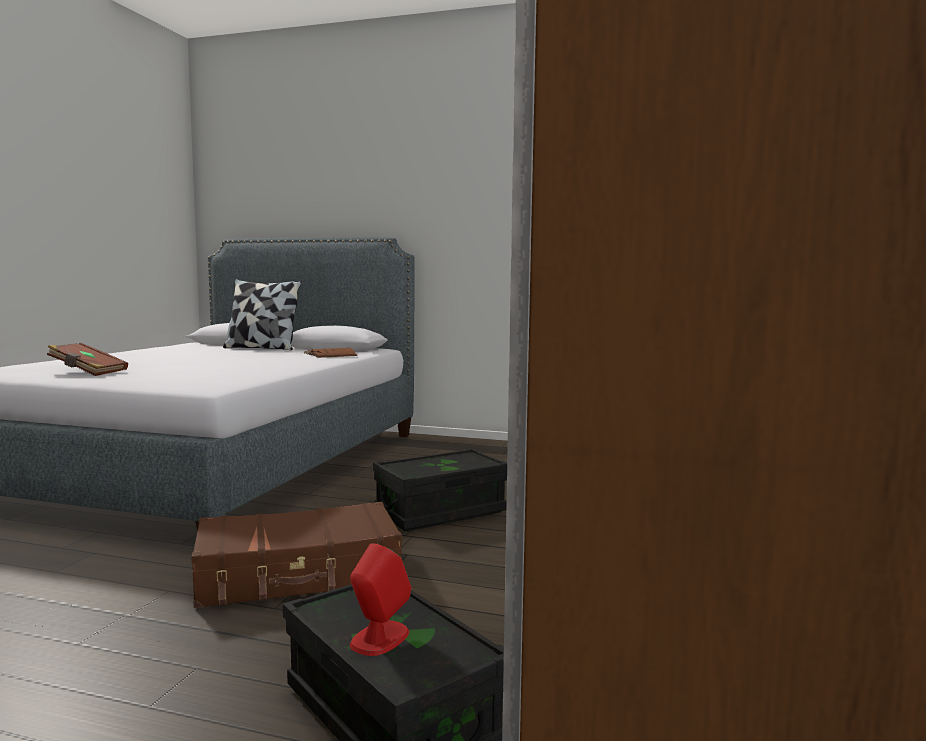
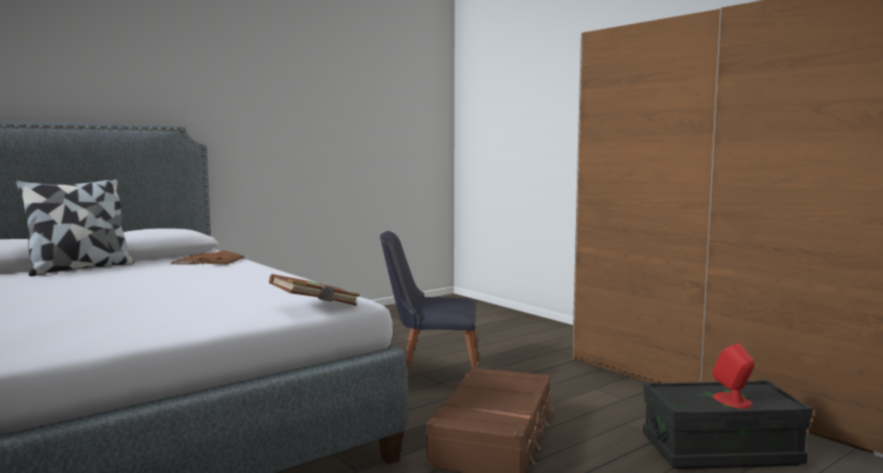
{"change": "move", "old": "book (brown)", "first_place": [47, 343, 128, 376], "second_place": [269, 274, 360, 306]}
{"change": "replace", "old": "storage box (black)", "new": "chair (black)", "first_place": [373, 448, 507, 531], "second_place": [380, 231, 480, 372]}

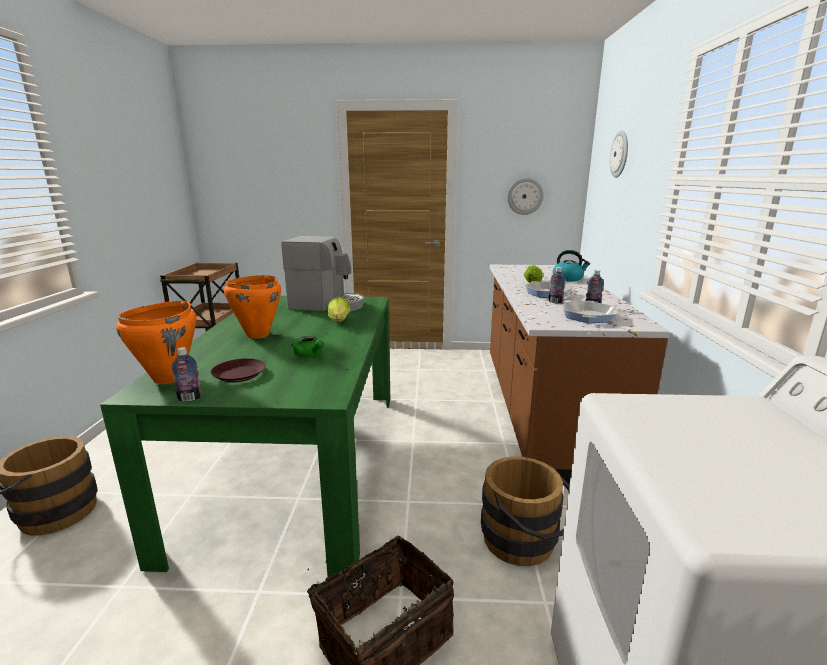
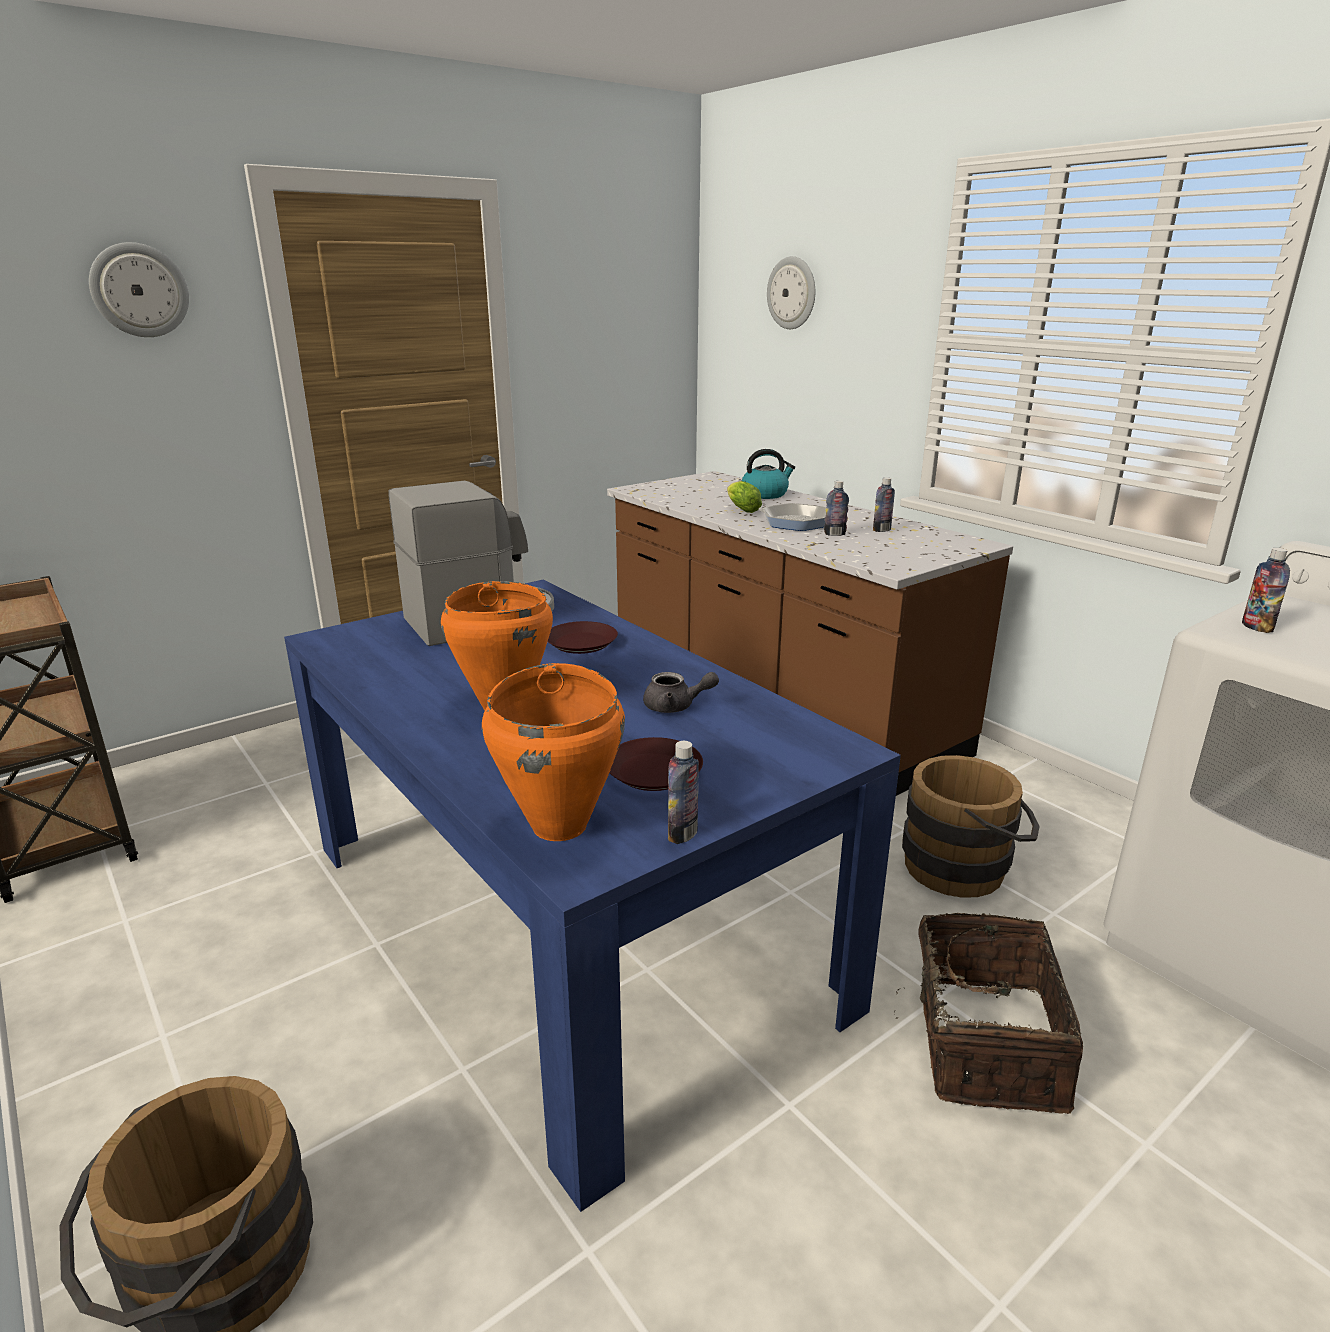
{"change": "recolor", "old": "dining table (green)", "new": "dining table (blue)", "first_place": [100, 296, 390, 577], "second_place": [284, 580, 901, 1212]}
{"change": "recolor", "old": "teapot (green)", "new": "teapot (grey)", "first_place": [291, 336, 324, 357], "second_place": [643, 672, 719, 713]}
{"change": "replace", "old": "lettuce", "new": "plate (brown)", "first_place": [328, 296, 351, 322], "second_place": [547, 621, 618, 654]}
{"change": "move", "old": "wall clock", "first_place": [508, 178, 544, 215], "second_place": [89, 242, 189, 337]}
{"change": "delete", "old": "frying pan", "first_place": [563, 301, 617, 323]}
{"change": "insert", "new": "bottle", "second_place": [1242, 548, 1290, 633]}

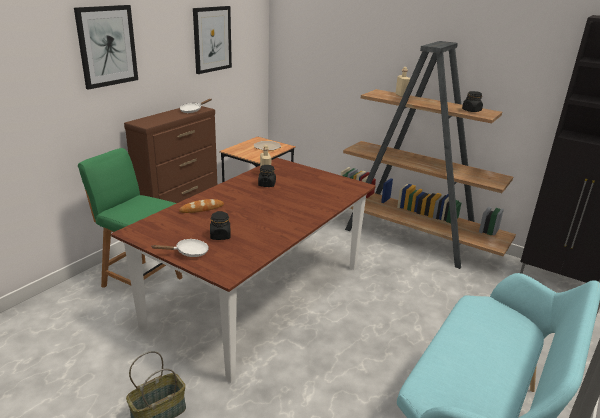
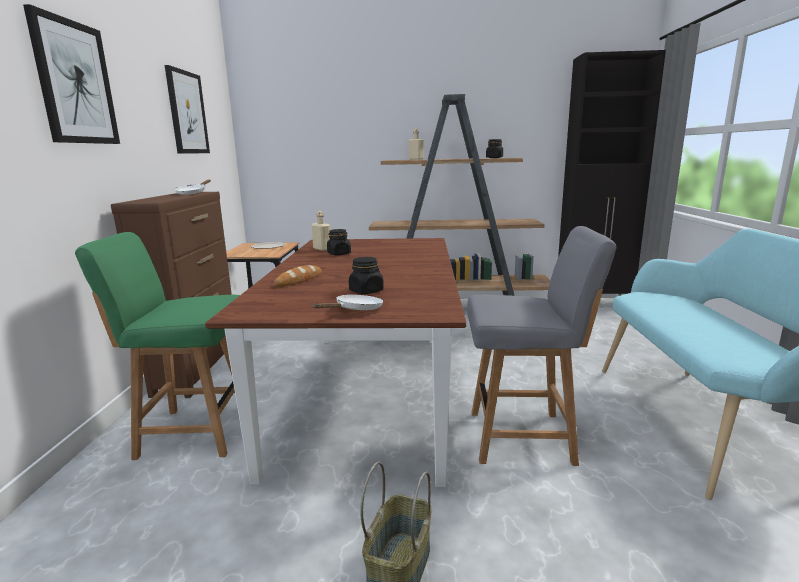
{"change": "insert", "new": "chair (grey)", "second_place": [467, 226, 616, 466]}

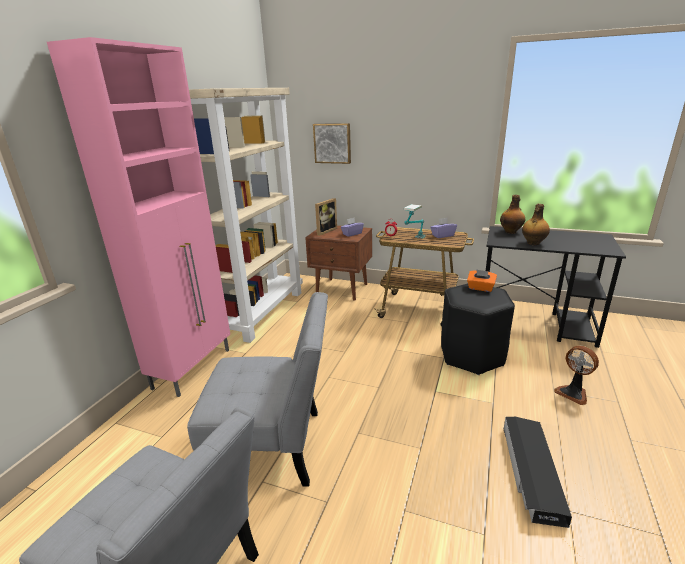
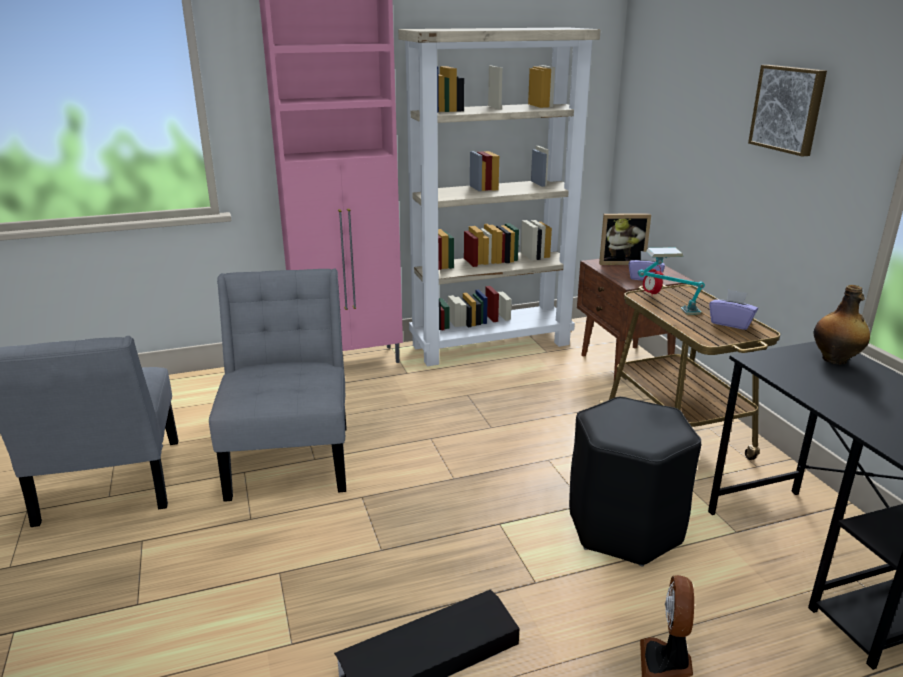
{"change": "rotate", "old": "chair (grey)", "first_place": [187, 292, 328, 486], "second_place": [209, 268, 347, 502], "degrees": -150}
{"change": "move", "old": "picture", "first_place": [313, 123, 351, 164], "second_place": [748, 65, 827, 157]}
{"change": "delete", "old": "tissue box (orange)", "first_place": [467, 269, 497, 292]}
{"change": "delete", "old": "bottle", "first_place": [522, 204, 550, 245]}

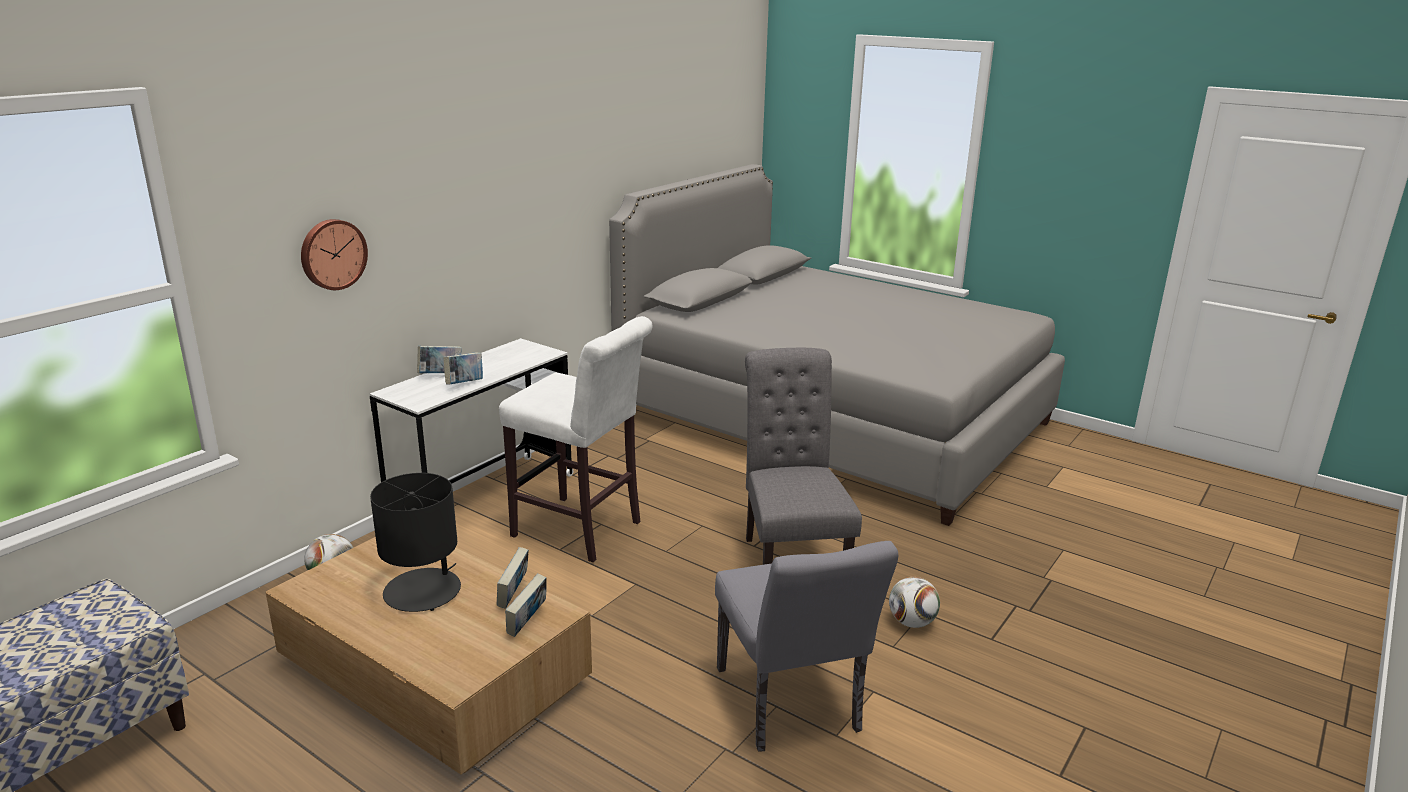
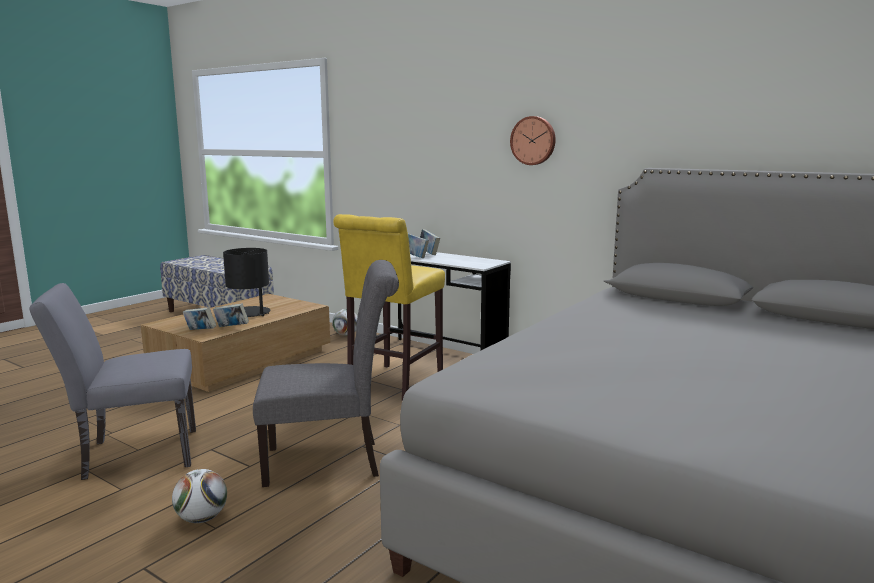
{"change": "move", "old": "wall clock", "first_place": [301, 219, 368, 290], "second_place": [510, 116, 556, 165]}
{"change": "recolor", "old": "stool (white)", "new": "stool (yellow)", "first_place": [499, 316, 653, 562], "second_place": [333, 214, 445, 401]}

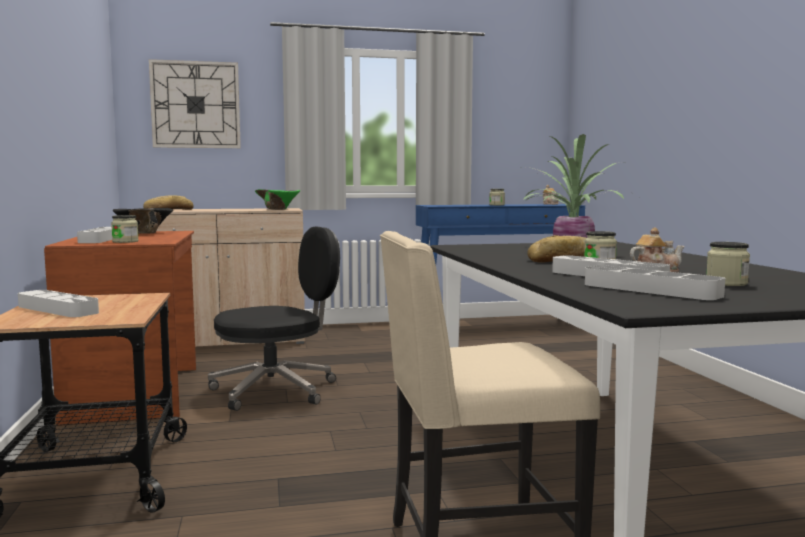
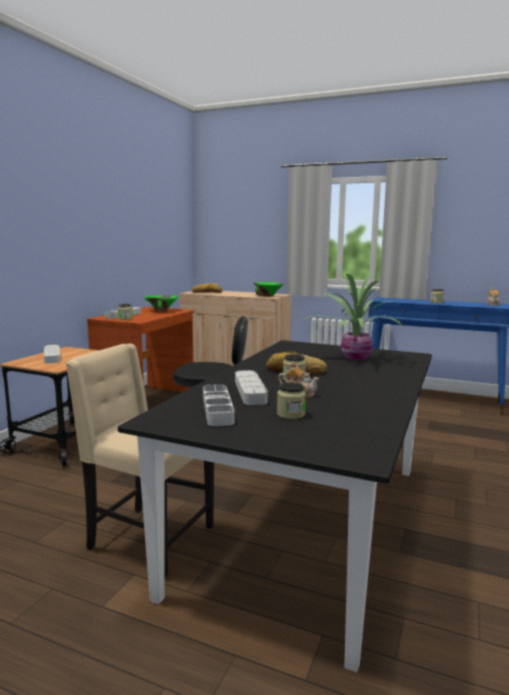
{"change": "recolor", "old": "bowl (black)", "new": "bowl (green)", "first_place": [113, 208, 173, 234], "second_place": [144, 295, 178, 311]}
{"change": "delete", "old": "wall clock", "first_place": [149, 59, 241, 148]}

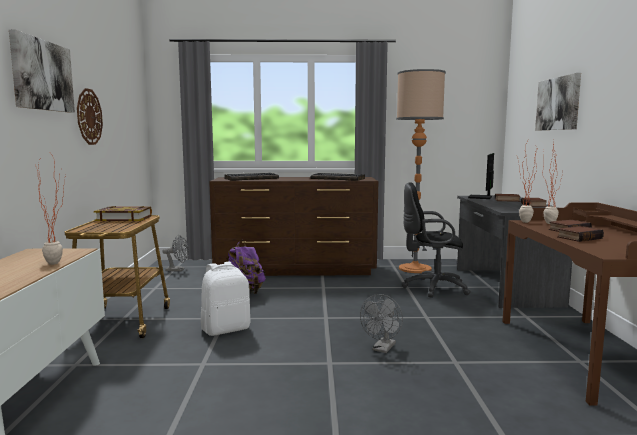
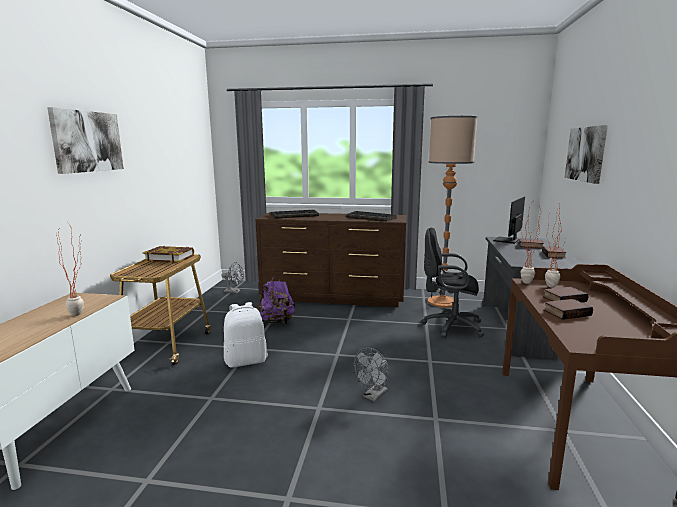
{"change": "delete", "old": "wall clock", "first_place": [77, 88, 103, 145]}

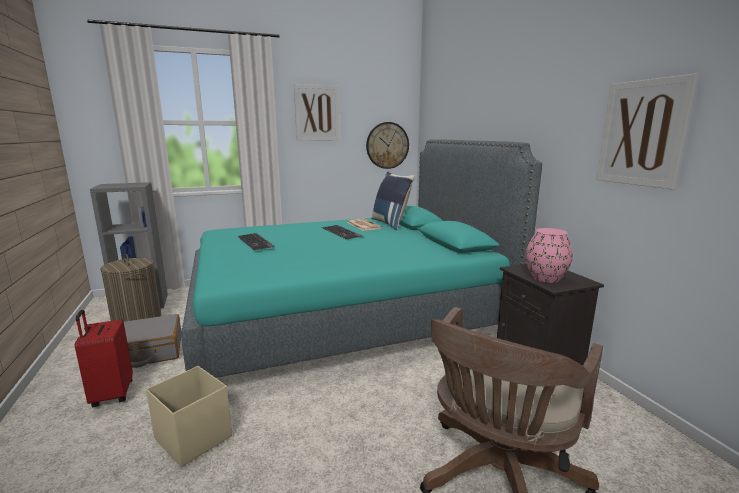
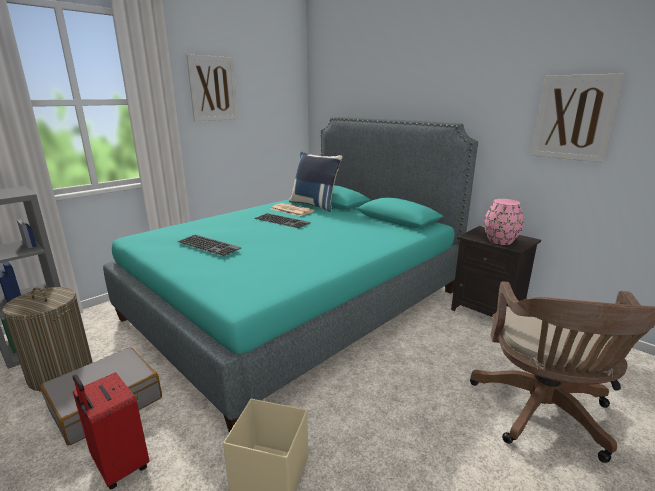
{"change": "delete", "old": "wall clock", "first_place": [366, 122, 409, 169]}

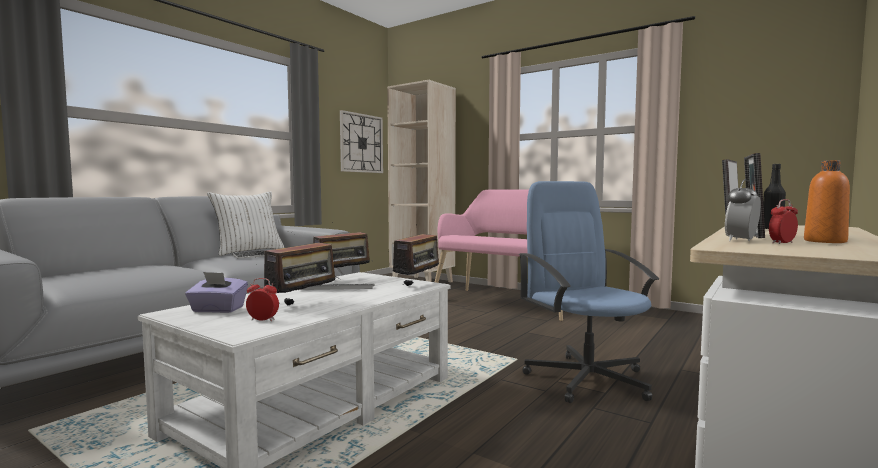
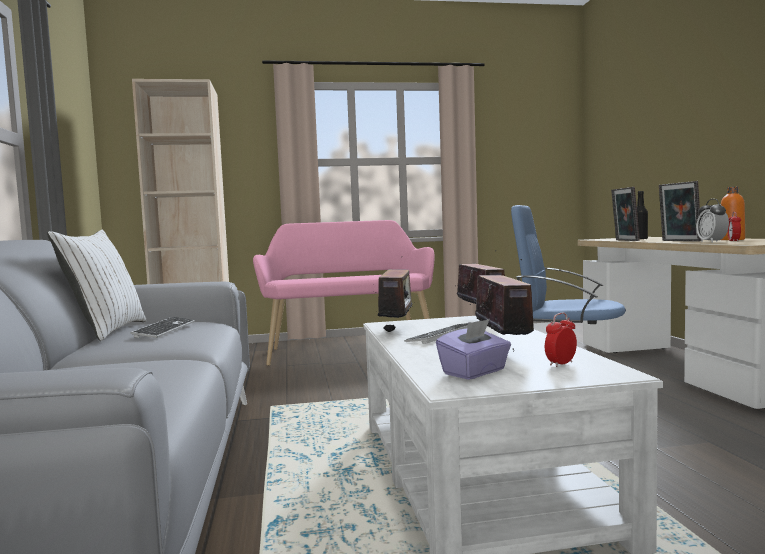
{"change": "delete", "old": "wall clock", "first_place": [340, 110, 383, 173]}

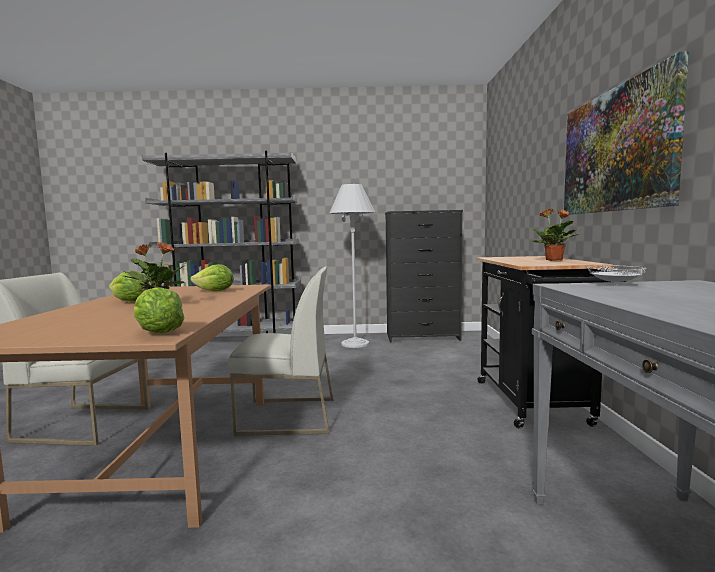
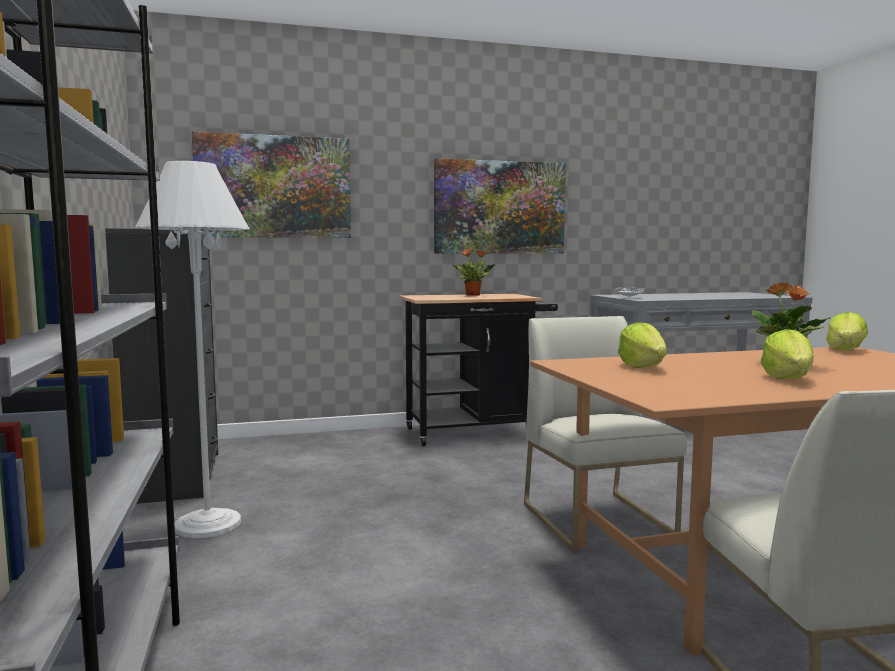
{"change": "insert", "new": "picture", "second_place": [192, 131, 351, 238]}

